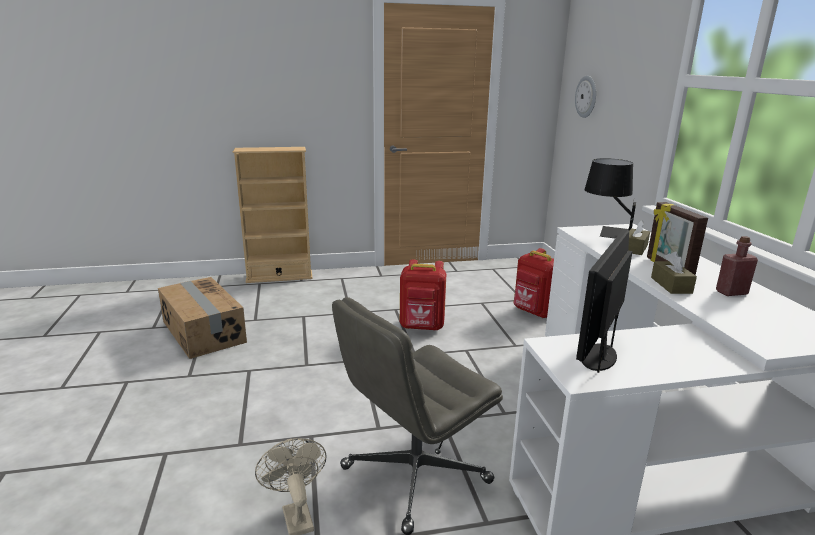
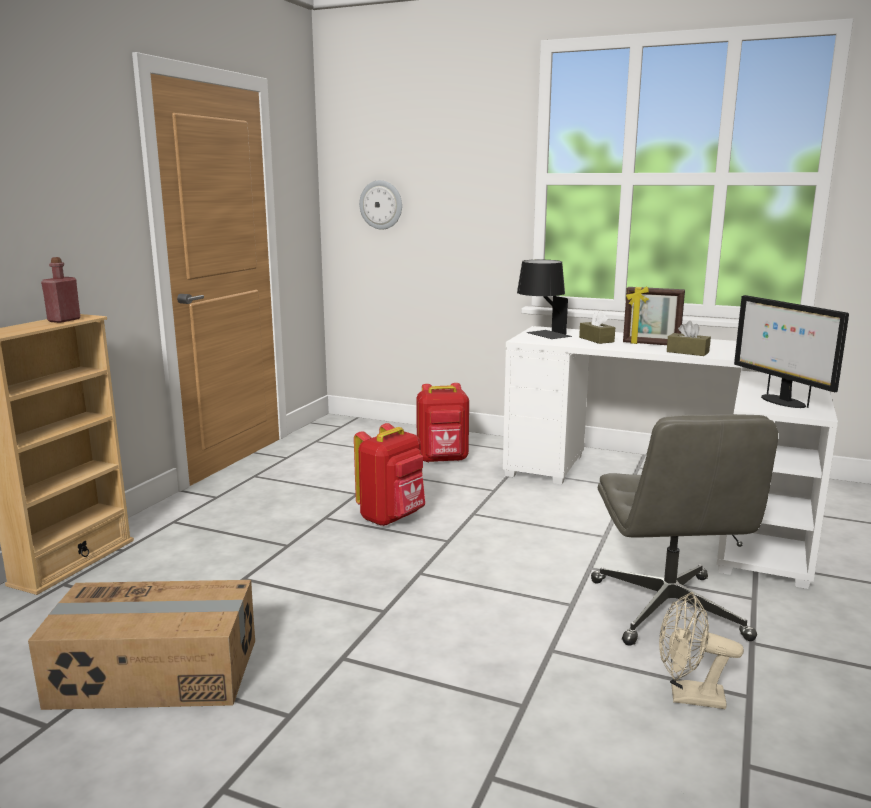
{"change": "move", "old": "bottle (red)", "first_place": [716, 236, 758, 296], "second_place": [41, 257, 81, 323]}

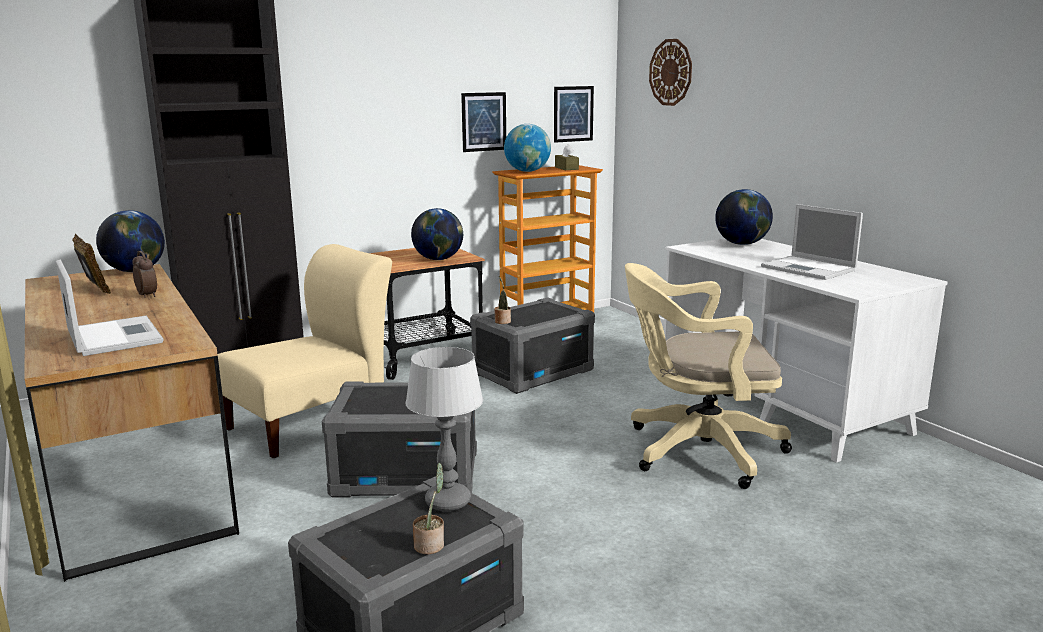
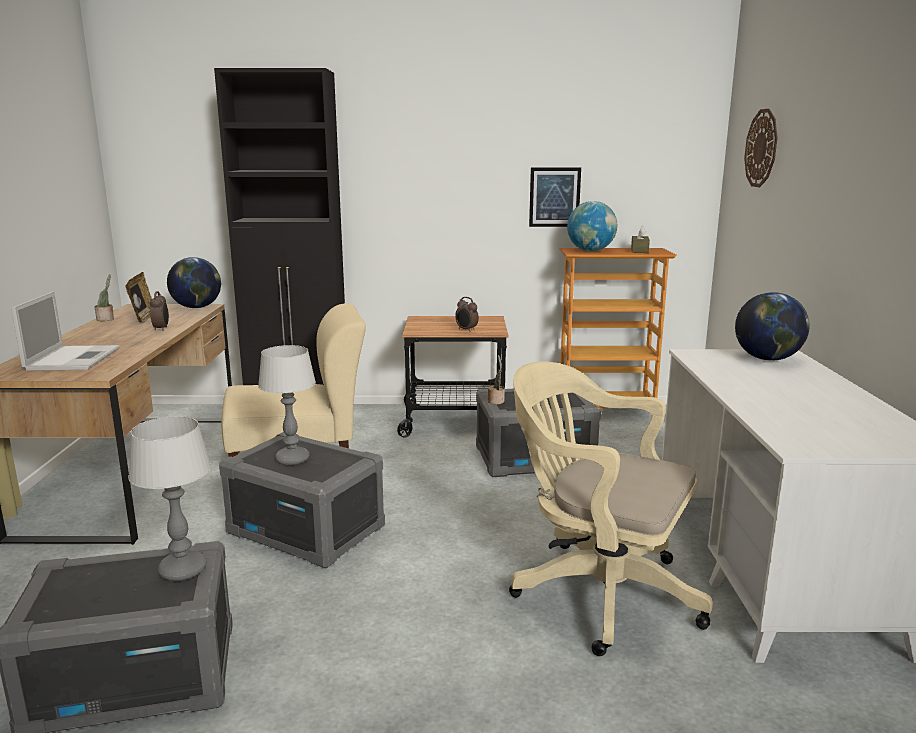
{"change": "replace", "old": "globe", "new": "alarm clock", "first_place": [411, 208, 463, 260], "second_place": [455, 297, 479, 332]}
{"change": "move", "old": "potted plant", "first_place": [413, 463, 444, 554], "second_place": [94, 274, 114, 321]}
{"change": "delete", "old": "picture", "first_place": [554, 86, 594, 143]}
{"change": "delete", "old": "laptop", "first_place": [761, 204, 863, 280]}
{"change": "insert", "new": "table lamp", "second_place": [258, 345, 316, 465]}

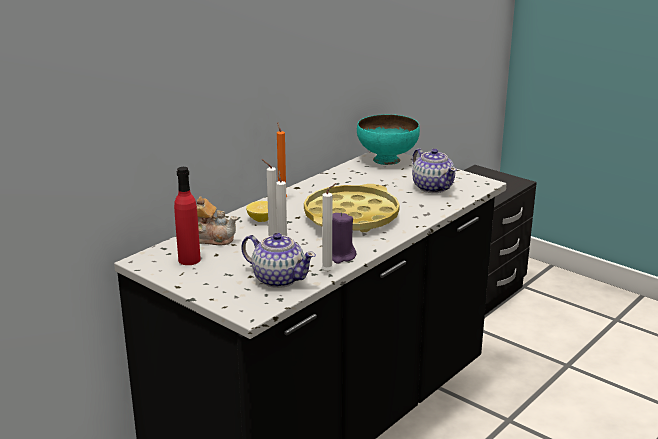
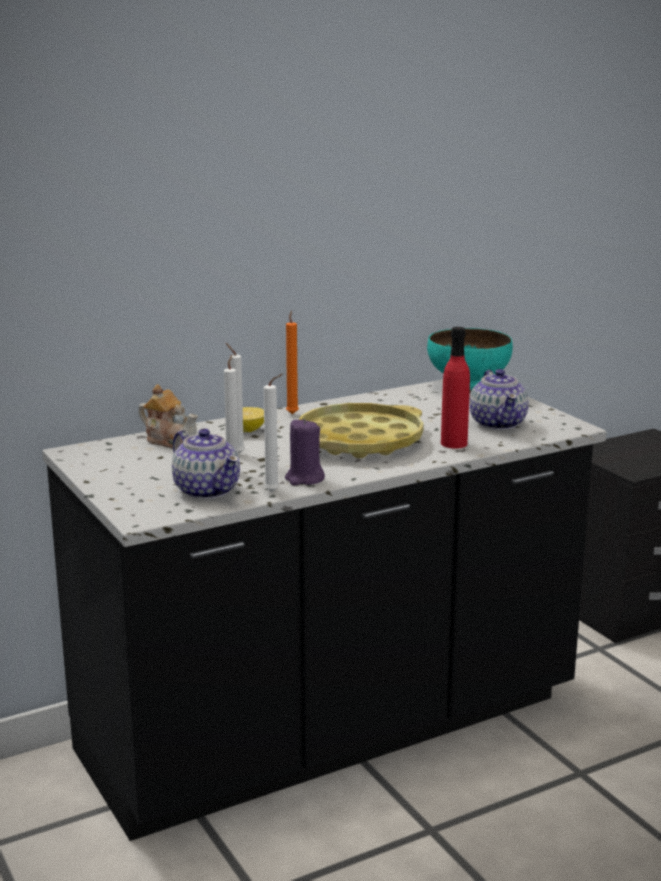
{"change": "move", "old": "bottle (red)", "first_place": [174, 167, 201, 265], "second_place": [441, 327, 470, 449]}

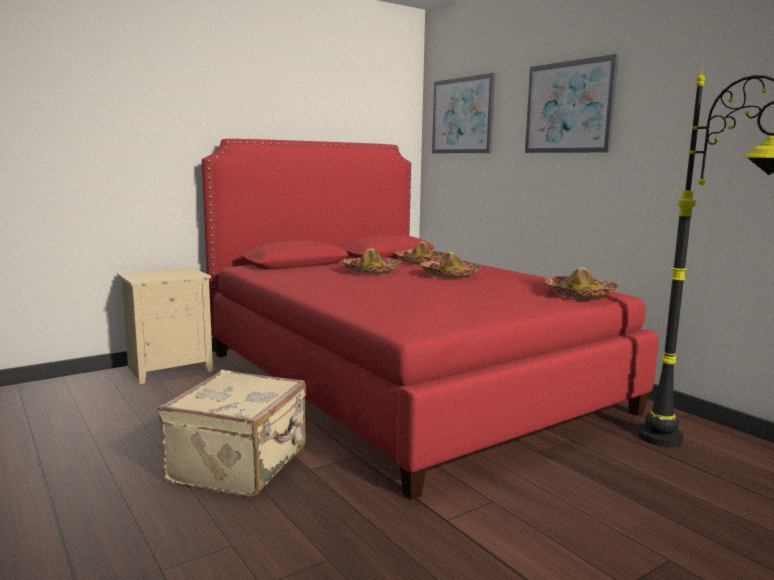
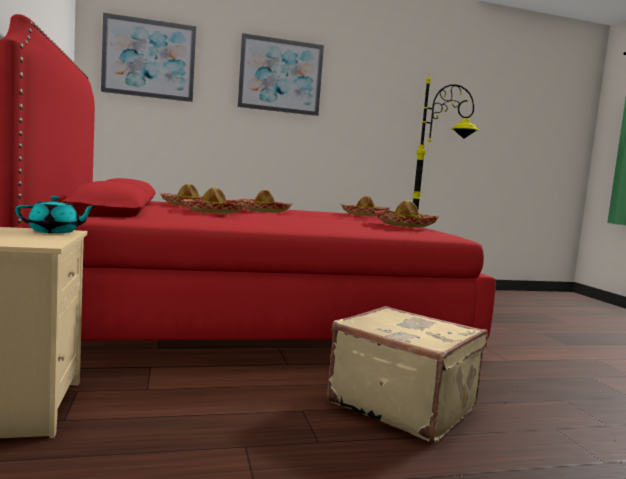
{"change": "insert", "new": "teapot (turquoise)", "second_place": [15, 196, 96, 233]}
{"change": "insert", "new": "hat", "second_place": [375, 200, 439, 227]}

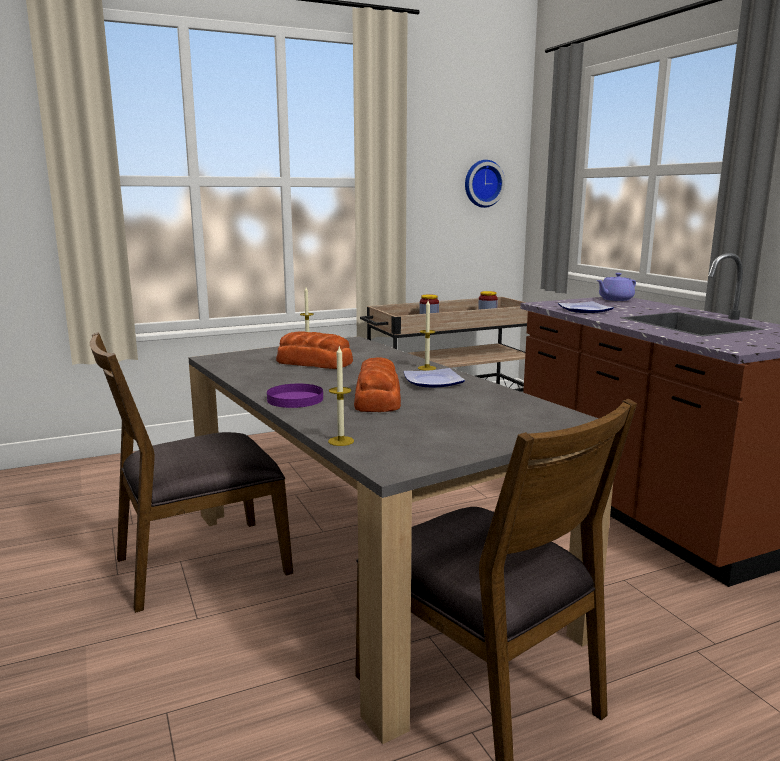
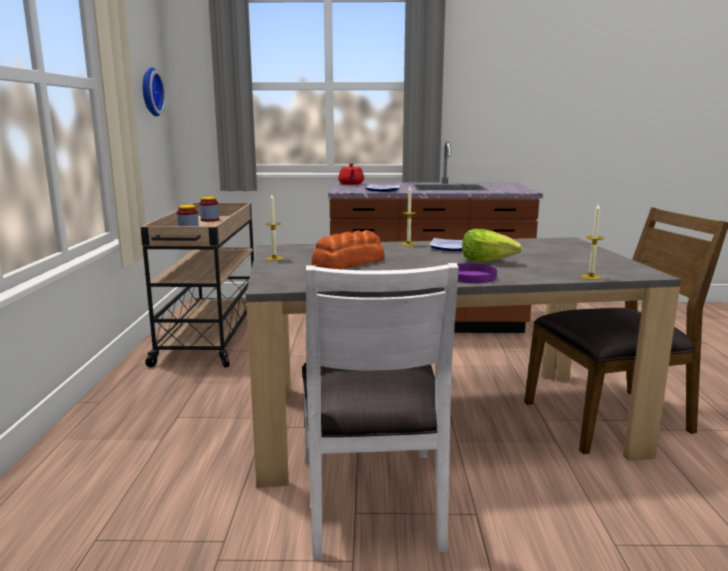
{"change": "recolor", "old": "chair (brown)", "new": "chair (white)", "first_place": [90, 332, 293, 613], "second_place": [302, 263, 459, 559]}
{"change": "replace", "old": "bread", "new": "lettuce", "first_place": [354, 357, 401, 412], "second_place": [462, 229, 522, 262]}
{"change": "recolor", "old": "teapot (purple)", "new": "teapot (red)", "first_place": [597, 273, 636, 301], "second_place": [338, 163, 364, 185]}

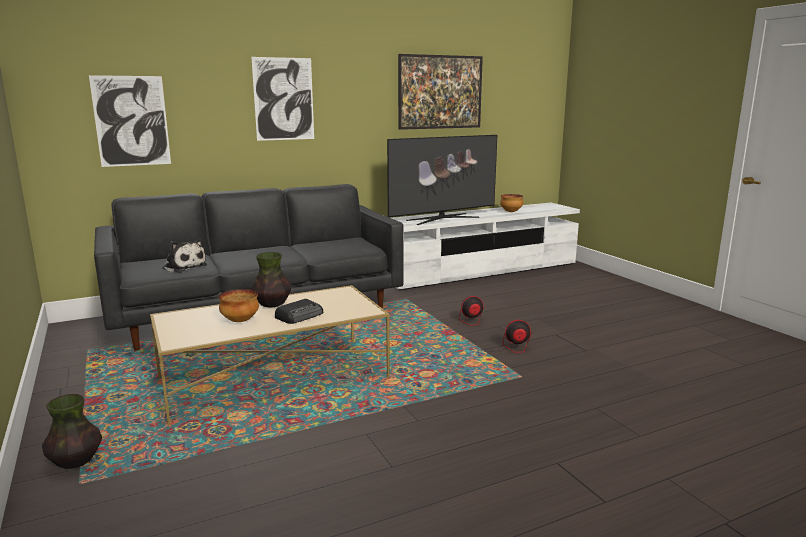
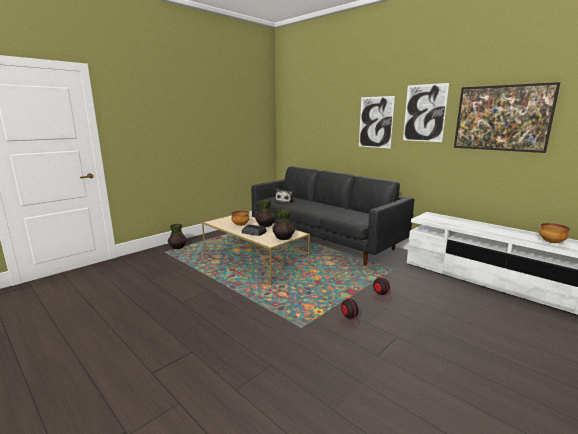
{"change": "move", "old": "picture", "first_place": [89, 75, 171, 167], "second_place": [403, 83, 449, 142]}
{"change": "delete", "old": "television", "first_place": [387, 135, 497, 225]}
{"change": "insert", "new": "vase", "second_place": [272, 209, 295, 240]}

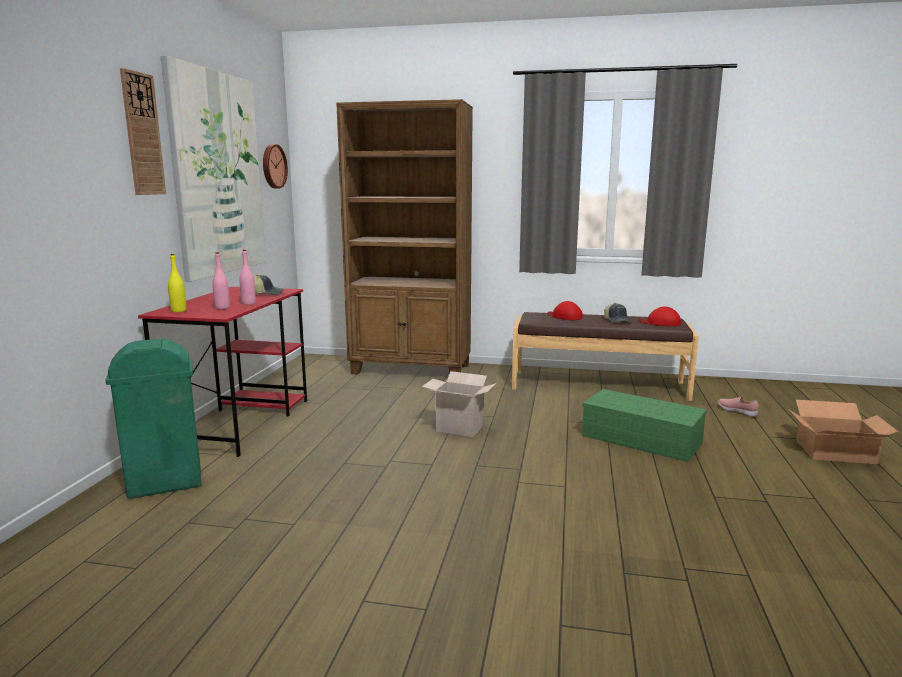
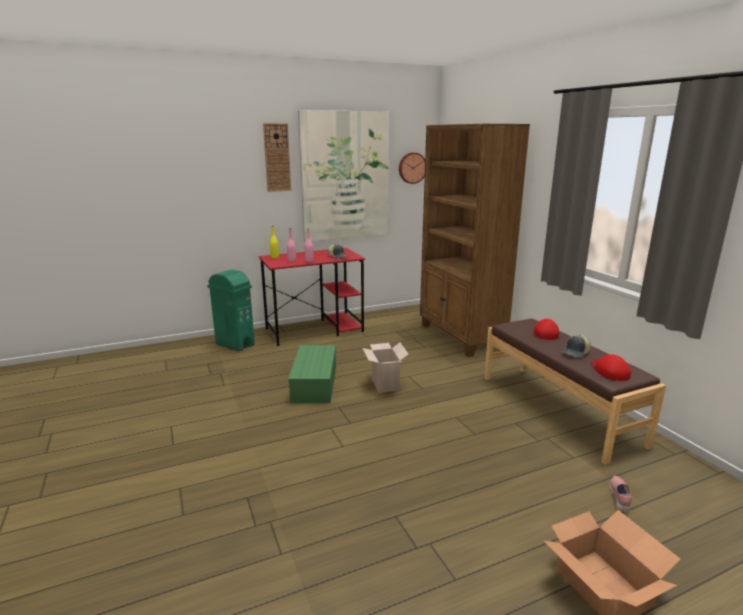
{"change": "move", "old": "storage box (green)", "first_place": [582, 389, 707, 462], "second_place": [288, 345, 336, 403]}

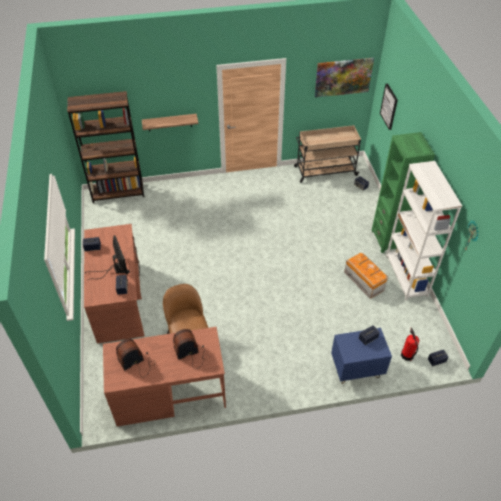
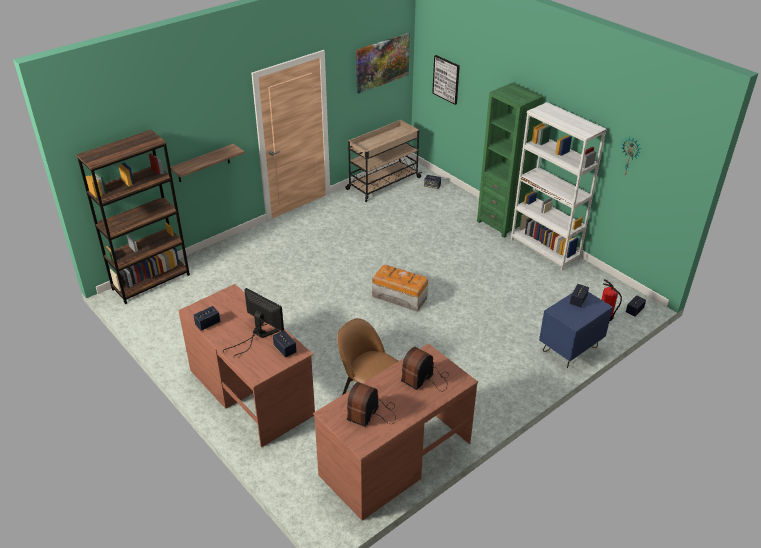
{"change": "move", "old": "storage box", "first_place": [344, 253, 388, 299], "second_place": [372, 265, 428, 312]}

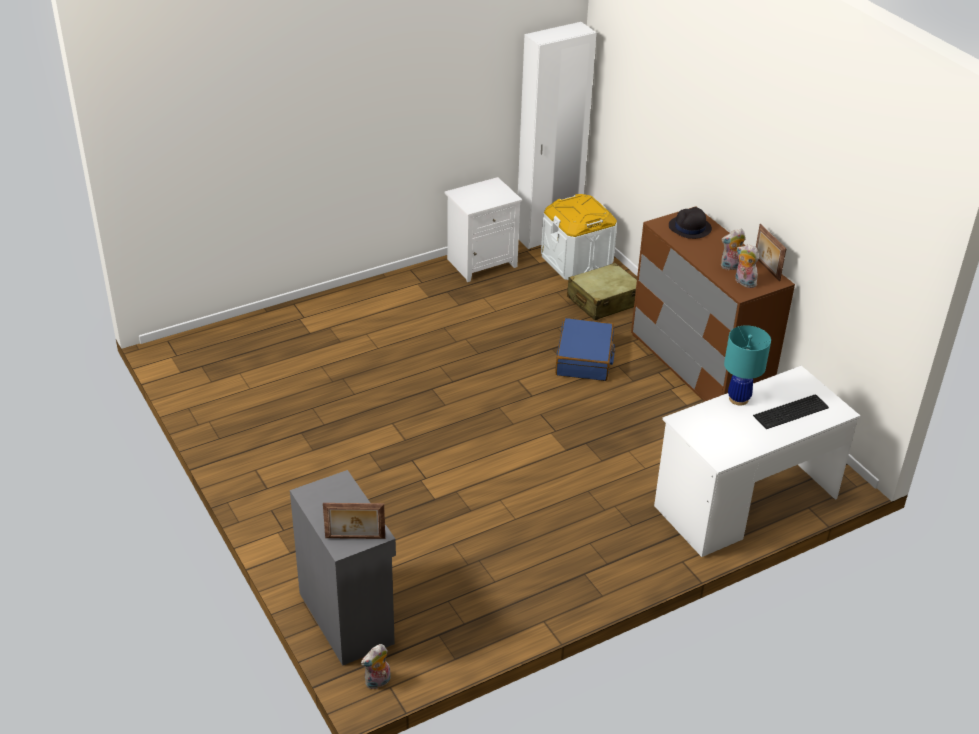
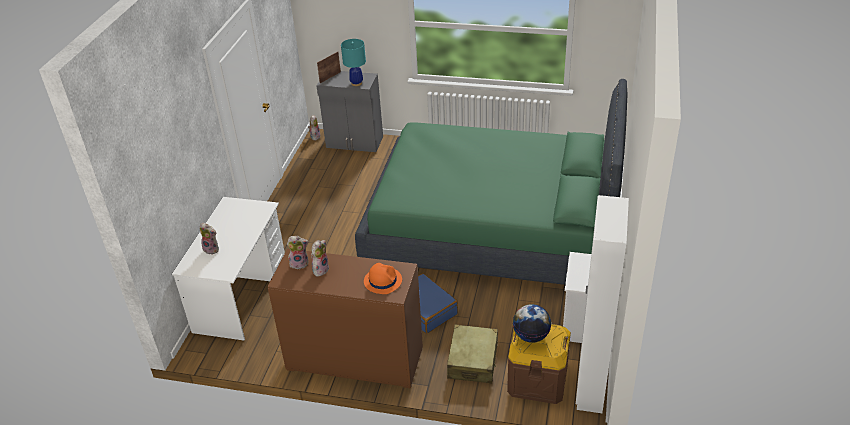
{"change": "recolor", "old": "storage box (white)", "new": "storage box (brown)", "first_place": [541, 194, 617, 280], "second_place": [507, 324, 571, 404]}
{"change": "recolor", "old": "hat (black)", "new": "hat (orange)", "first_place": [669, 207, 712, 239], "second_place": [364, 263, 402, 294]}
{"change": "move", "old": "table lamp (turquoise)", "first_place": [724, 325, 771, 406], "second_place": [341, 39, 366, 86]}
{"change": "replace", "old": "keyboard", "new": "plush toy", "first_place": [753, 395, 829, 429], "second_place": [200, 223, 219, 255]}
{"change": "delete", "old": "picture frame", "first_place": [756, 224, 787, 281]}
{"change": "insert", "new": "bed (green)", "second_place": [355, 79, 627, 285]}
{"change": "insert", "new": "globe", "second_place": [513, 304, 551, 343]}

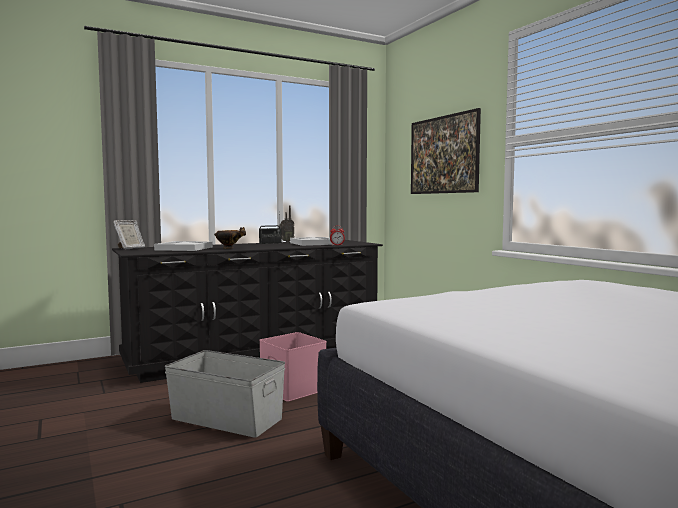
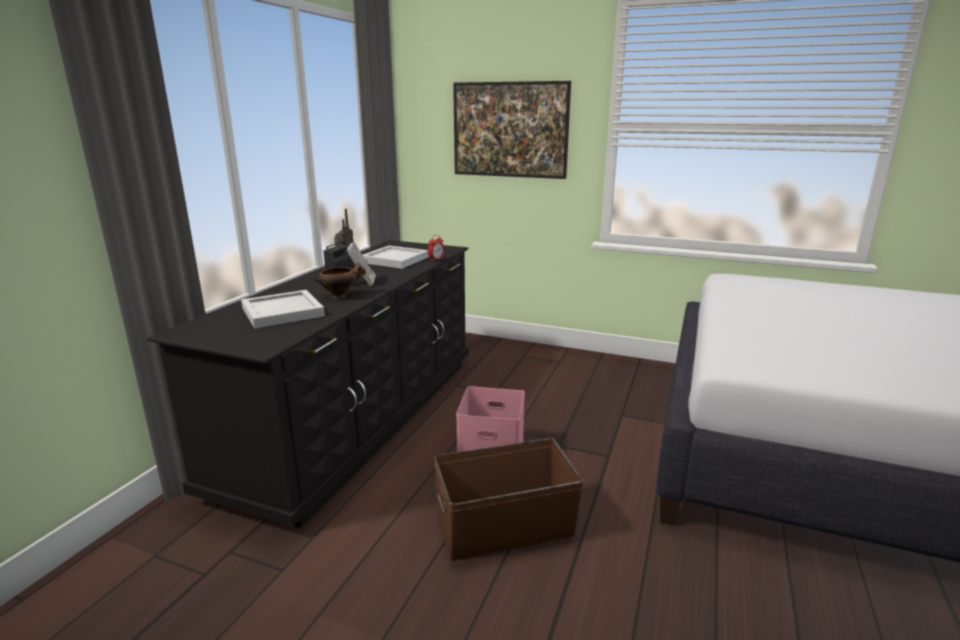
{"change": "move", "old": "picture frame", "first_place": [113, 220, 145, 249], "second_place": [347, 242, 376, 286]}
{"change": "recolor", "old": "storage box (grey)", "new": "storage box (brown)", "first_place": [165, 350, 285, 438], "second_place": [434, 438, 584, 561]}

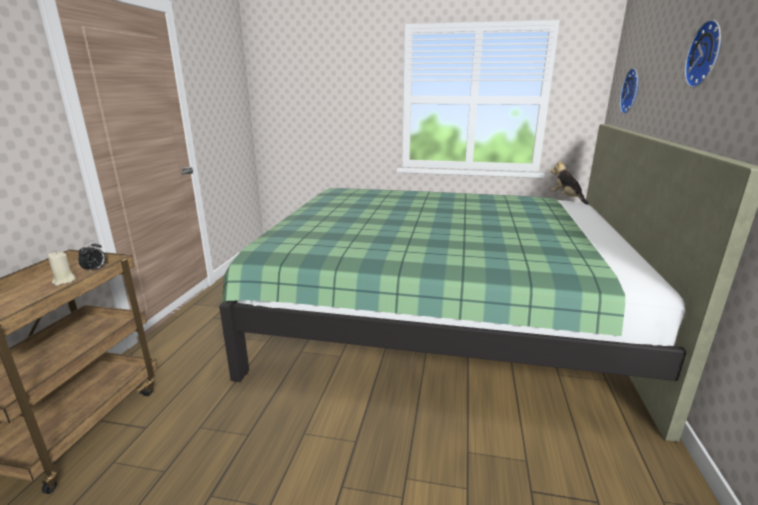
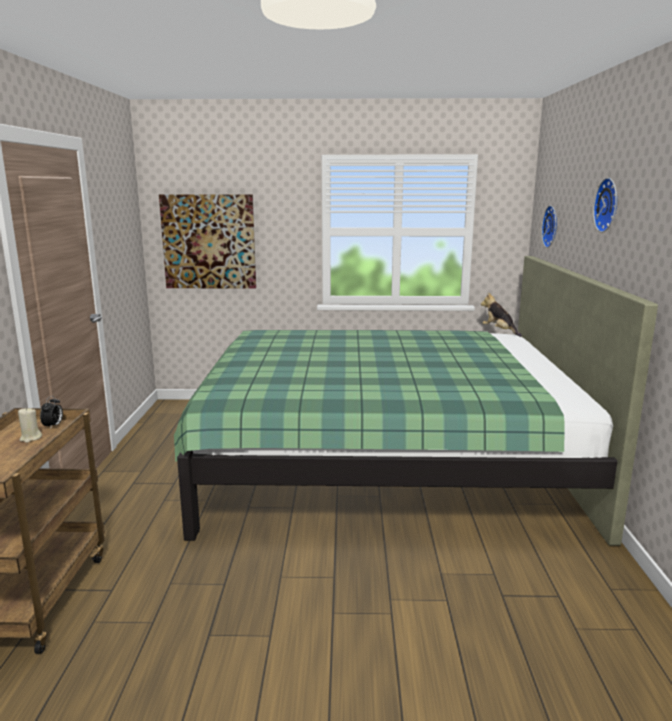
{"change": "insert", "new": "picture", "second_place": [159, 194, 256, 289]}

